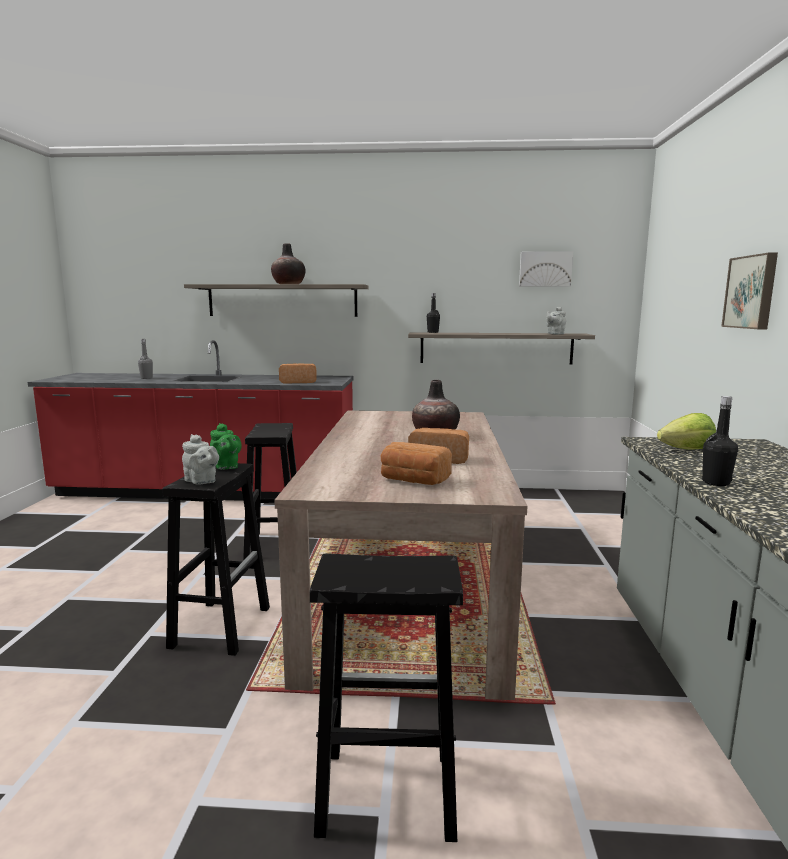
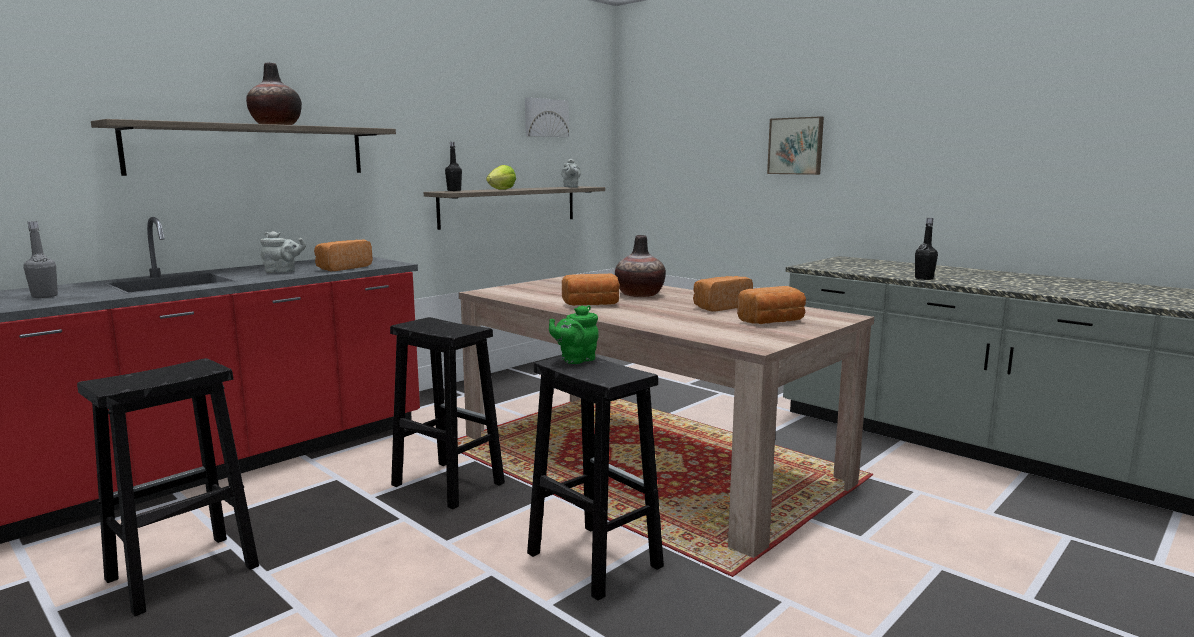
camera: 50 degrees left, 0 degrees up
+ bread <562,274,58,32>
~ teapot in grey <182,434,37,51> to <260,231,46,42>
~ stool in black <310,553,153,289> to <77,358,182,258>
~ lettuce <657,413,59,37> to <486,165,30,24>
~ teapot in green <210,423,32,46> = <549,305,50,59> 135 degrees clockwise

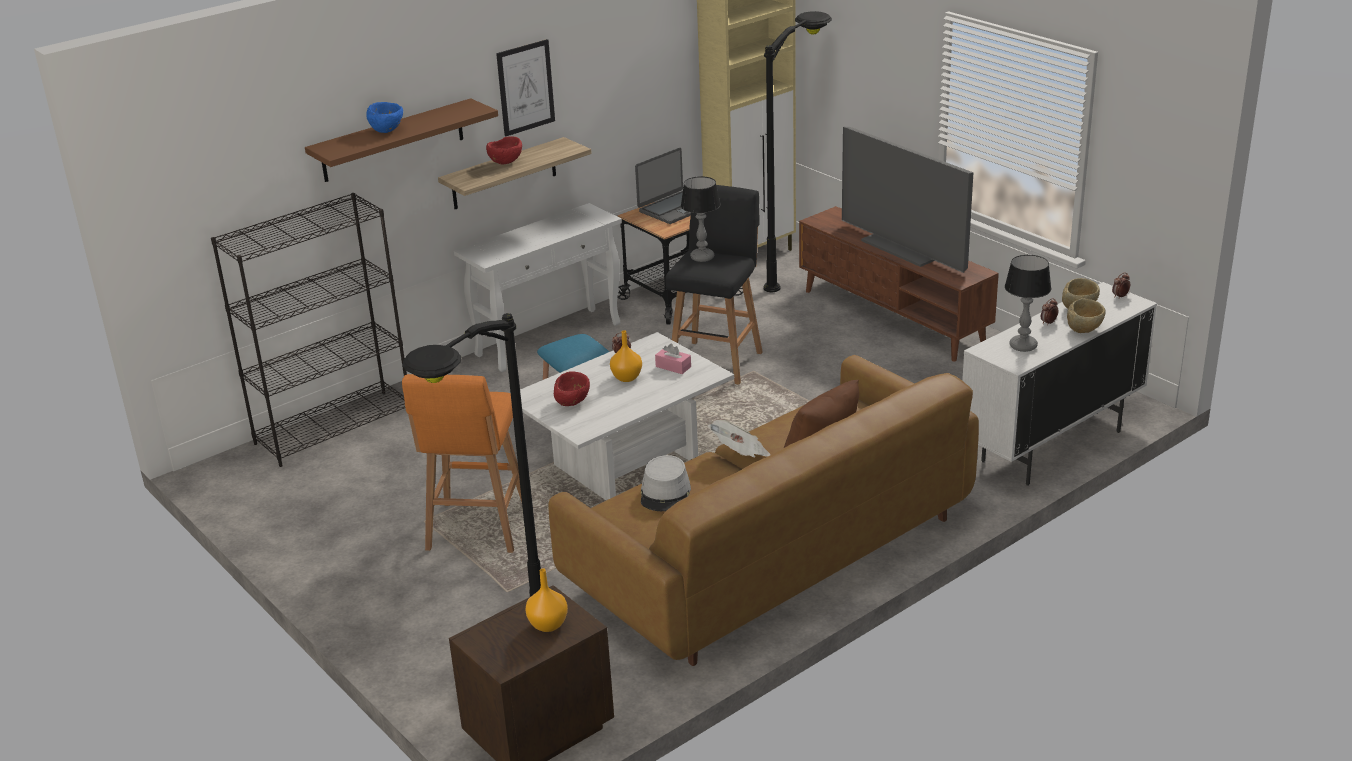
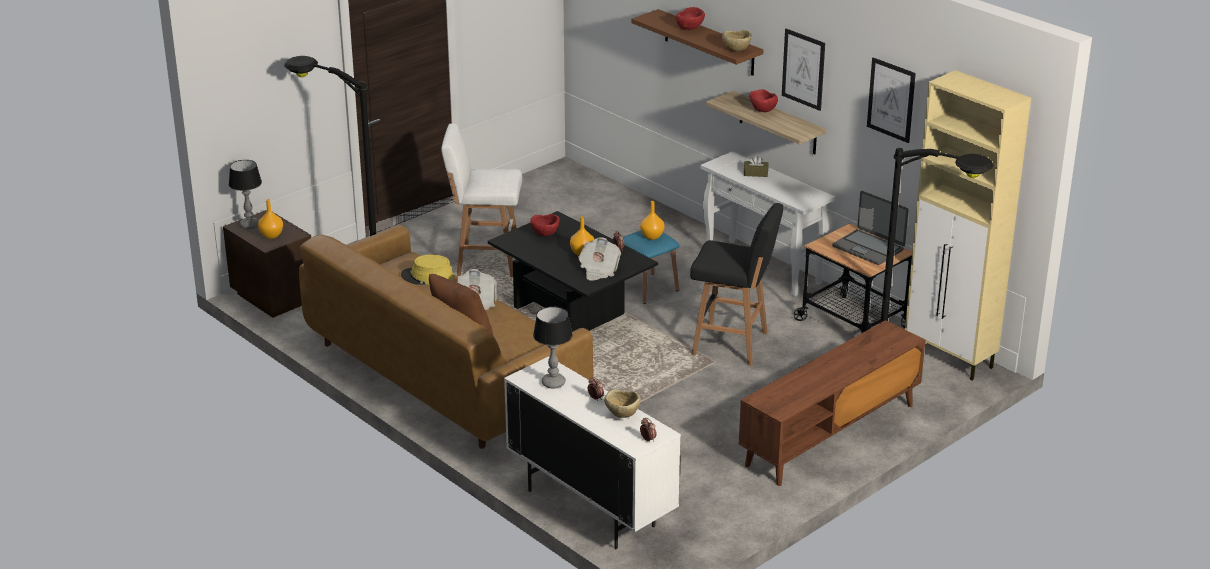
camera: 85 degrees right, 0 degrees up
- bookcase in black <211,193,196,274>
- television <842,127,132,146>
+ vase in orange <640,201,24,39>
+ tissue box in brown <744,156,25,21>
+ picture <867,57,49,86>
~ table lamp <681,176,40,86> to <229,160,33,69>
~ bowl in beige <1067,299,39,34> to <722,30,30,21>
~ tissue box in pink <655,343,36,31> to newspaper <578,237,43,43>
~ bowl in blue <366,102,37,31> to bowl in red <676,7,29,23>
~ stool in orange <402,374,120,179> to stool in white <441,123,81,154>
~ coffee table in white <520,332,214,168> to coffee table in black <488,211,170,121>
~ hat in grey <641,455,50,56> to hat in yellow <401,255,53,30>

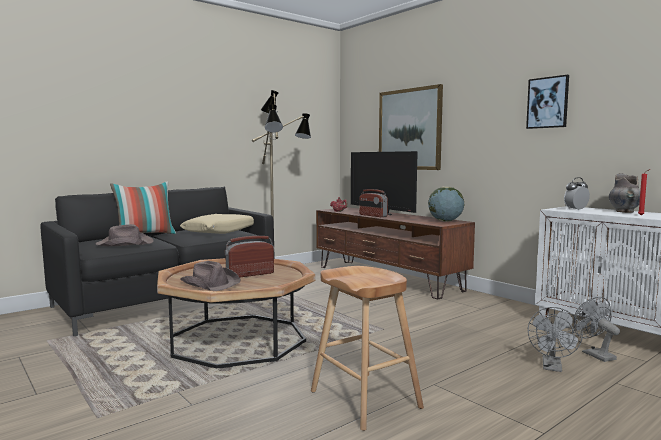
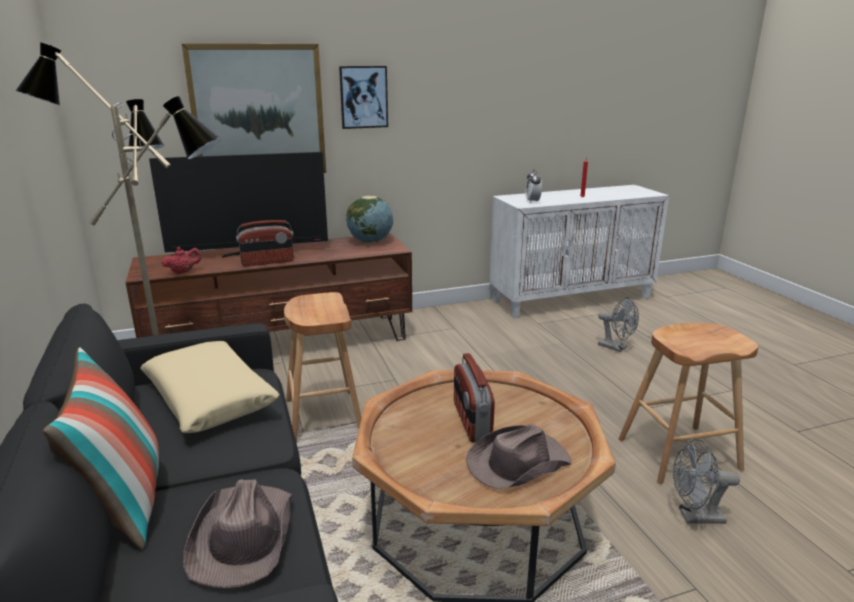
camera: 70 degrees left, 15 degrees up
- vase in grey <609,173,31,40>
+ stool in brown <284,292,78,151>
~ picture <526,75,43,54> to <339,66,49,63>
~ fan in grey <574,297,46,65> to <673,439,67,85>

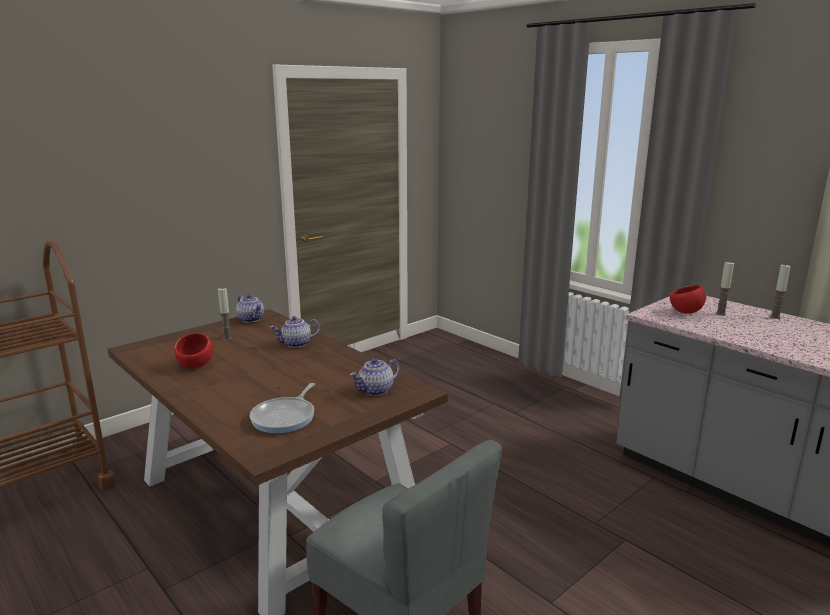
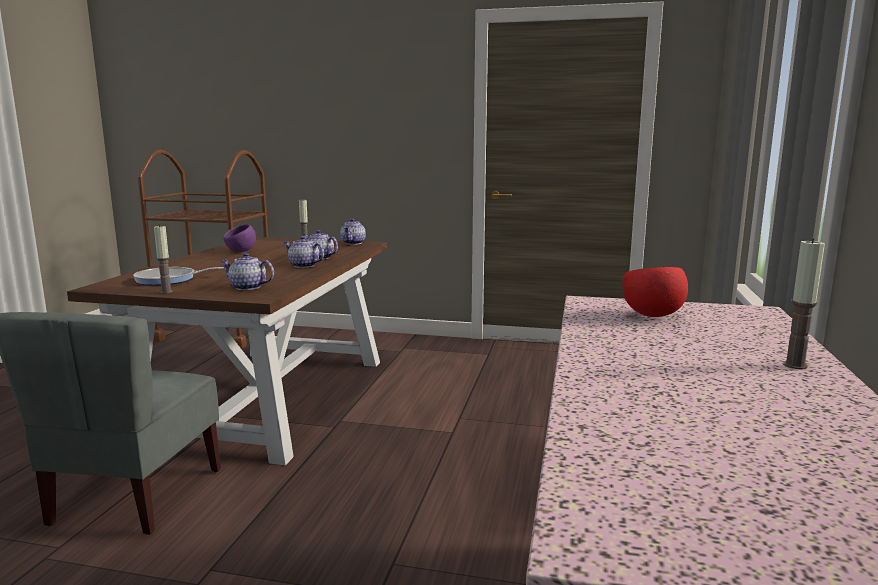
camera: 55 degrees right, 5 degrees down
+ teapot <284,236,40,32>
~ candle <716,261,18,55> to <154,224,19,69>
~ bowl in red <174,333,39,36> to bowl in purple <223,224,33,28>

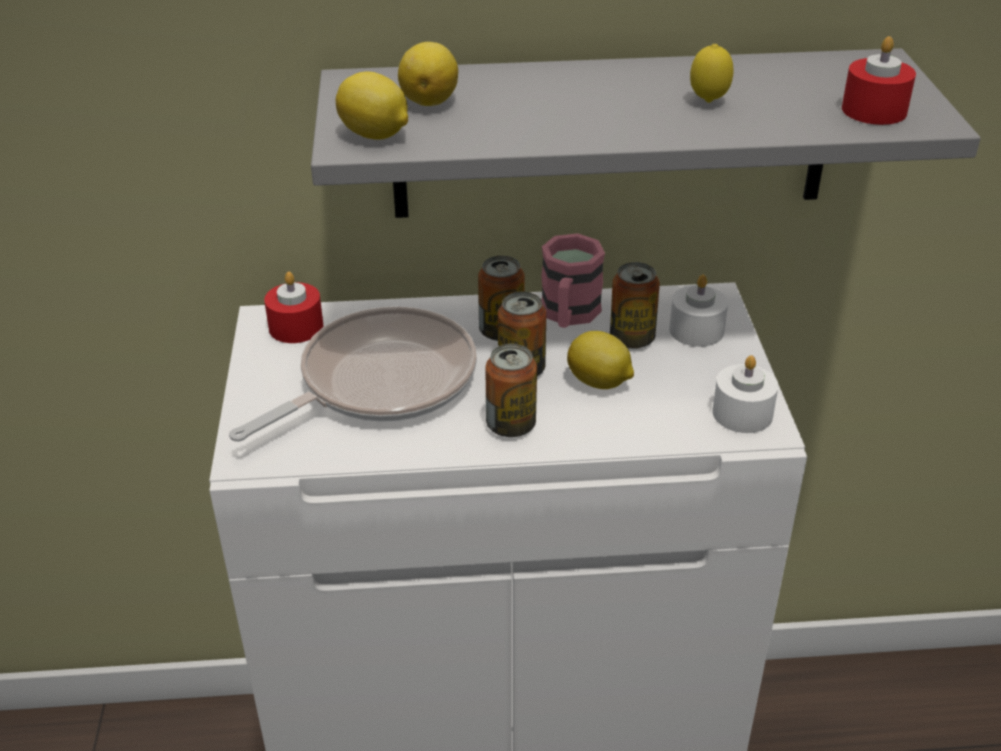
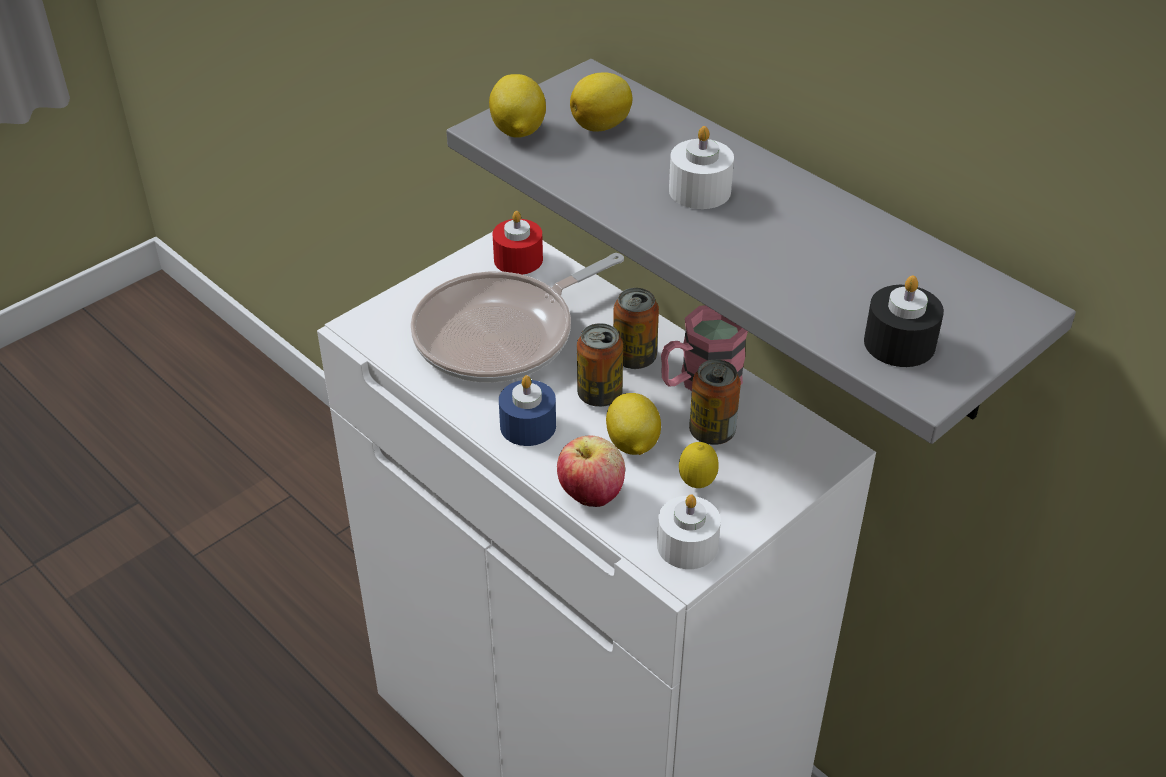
camera: 50 degrees right, 5 degrees up
+ apple <557,435,68,72>
~ candle in white <669,275,59,72> to <669,126,65,83>
~ lemon <690,44,43,59> to <679,442,40,46>
~ can <486,344,51,93> to candle in blue <499,375,57,71>
~ candle in red <842,36,74,89> to candle in black <864,275,80,92>
~ frying pan <229,306,248,136> = <411,253,213,130> 135 degrees clockwise

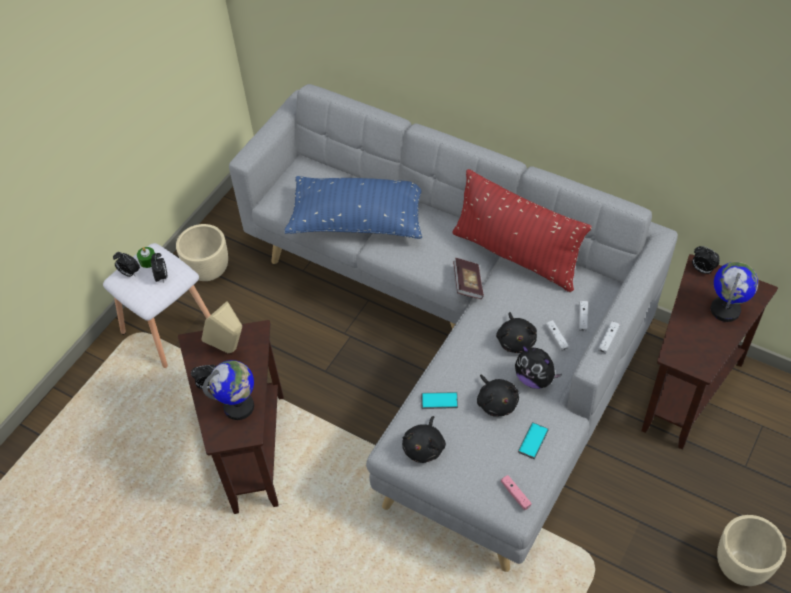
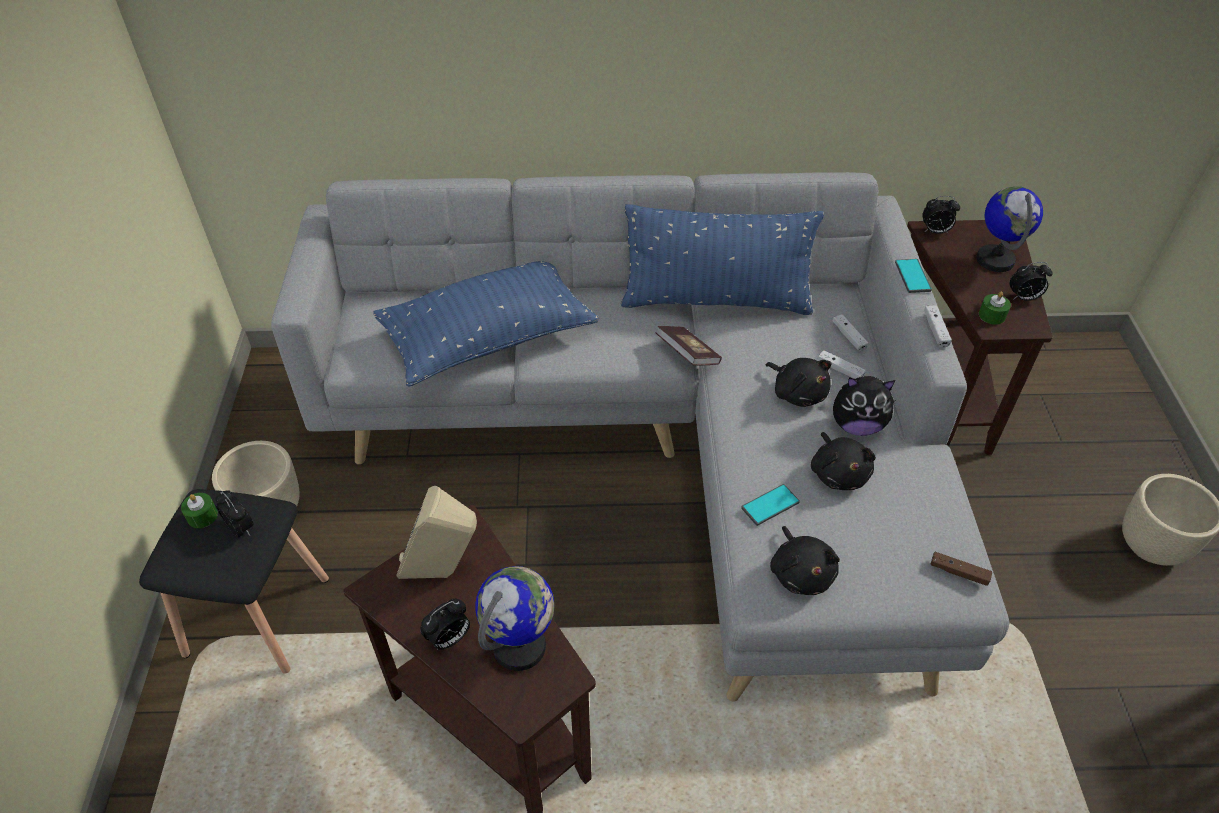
camera: 35 degrees left, 5 degrees down
+ candle in green <979,291,32,34>
~ alarm clock <113,252,27,25> to <1009,262,44,39>
~ phone <518,422,31,37> to <895,259,37,34>
~ stool in white <103,243,108,125> to stool in black <139,489,190,185>
~ pillow in red <452,169,140,123> to pillow in blue <621,204,203,111>
~ game controller in pink <501,475,31,35> to game controller in brown <931,552,61,34>
~ plush toy in black <477,375,42,42> = <811,432,65,58> 45 degrees clockwise

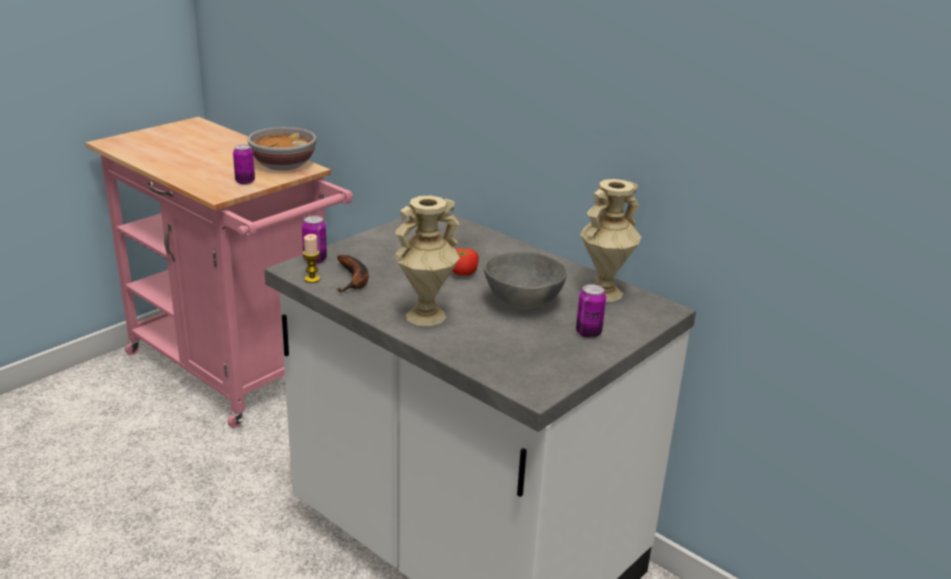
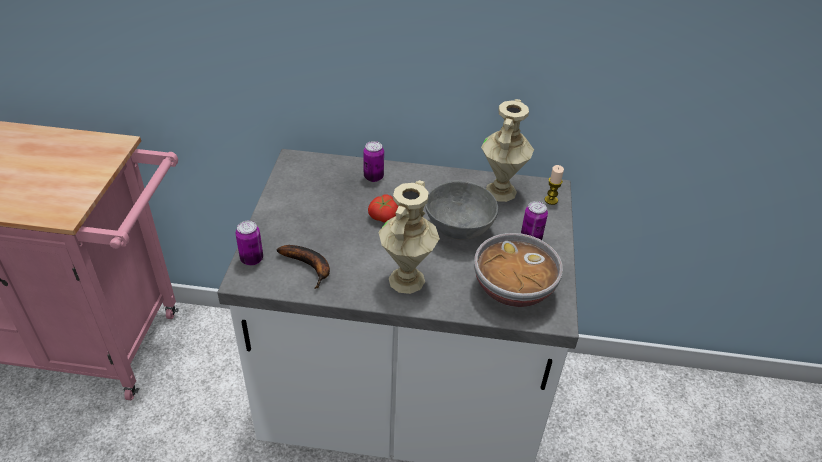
camera: 35 degrees left, 15 degrees up
~ can <233,144,22,41> to <363,141,21,41>
~ bowl <248,127,68,43> to <474,233,89,74>
~ candle <303,234,17,49> to <544,165,20,40>

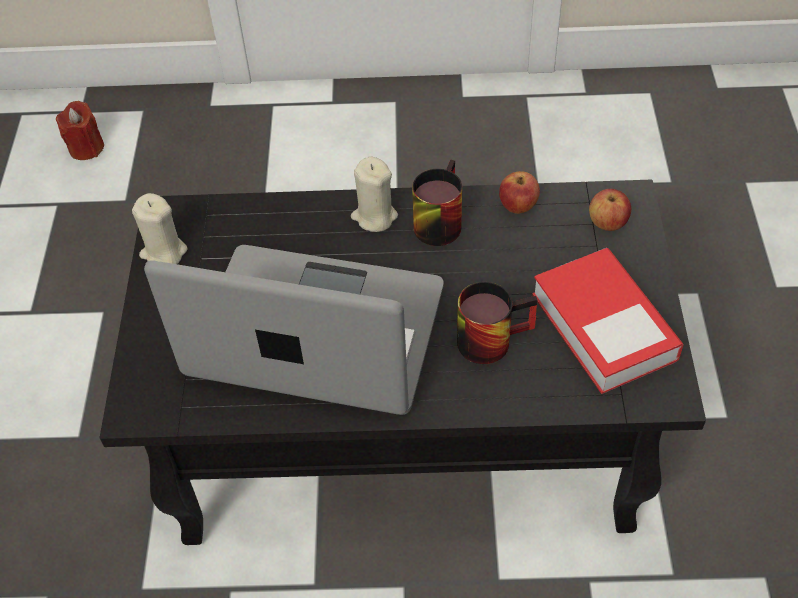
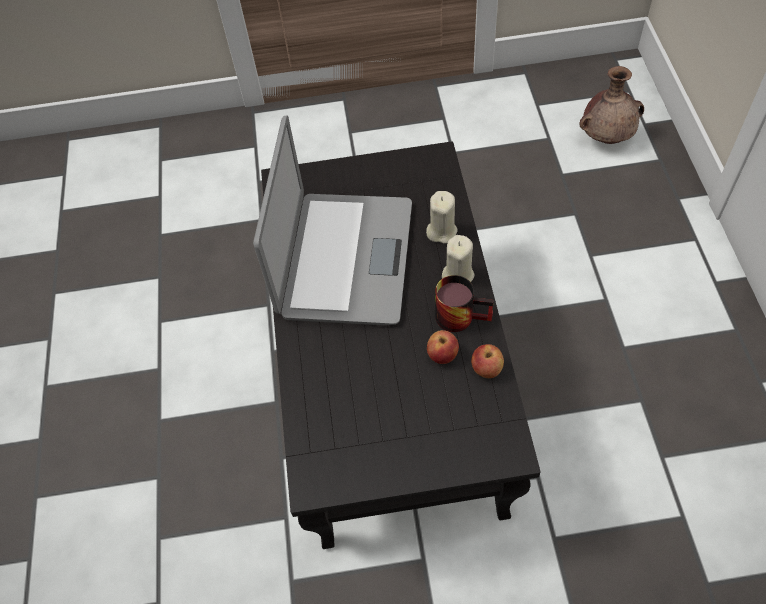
camera: 85 degrees right, 5 degrees up
- mug <457,282,81,82>
- book <532,248,152,146>
~ candle in beige <132,193,56,71> to <426,191,31,53>
~ apple <589,189,42,42> to <427,330,32,34>
~ candle in red <56,101,48,59> to vase in brown <579,66,65,78>

